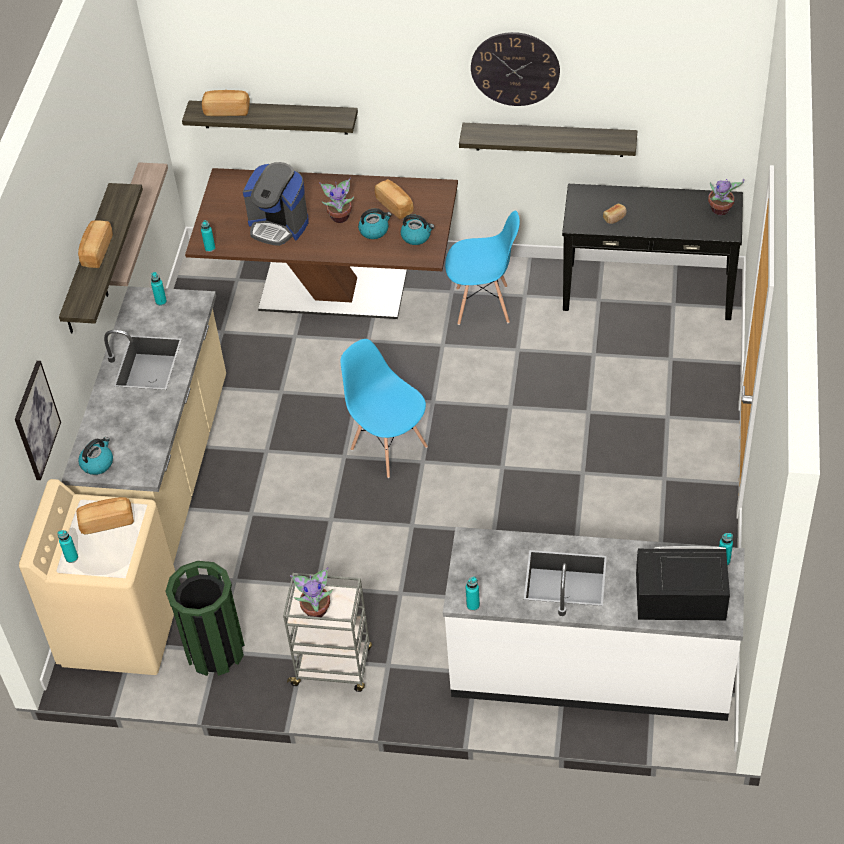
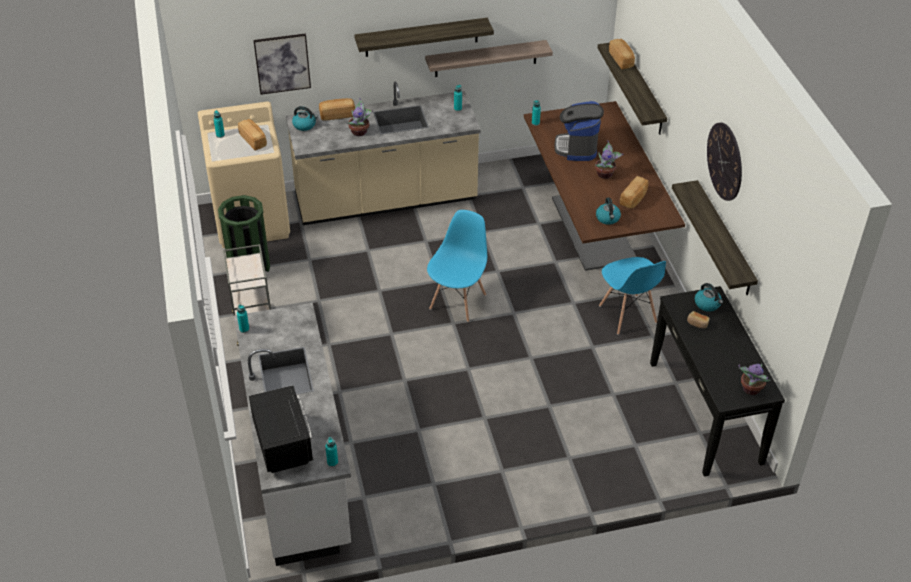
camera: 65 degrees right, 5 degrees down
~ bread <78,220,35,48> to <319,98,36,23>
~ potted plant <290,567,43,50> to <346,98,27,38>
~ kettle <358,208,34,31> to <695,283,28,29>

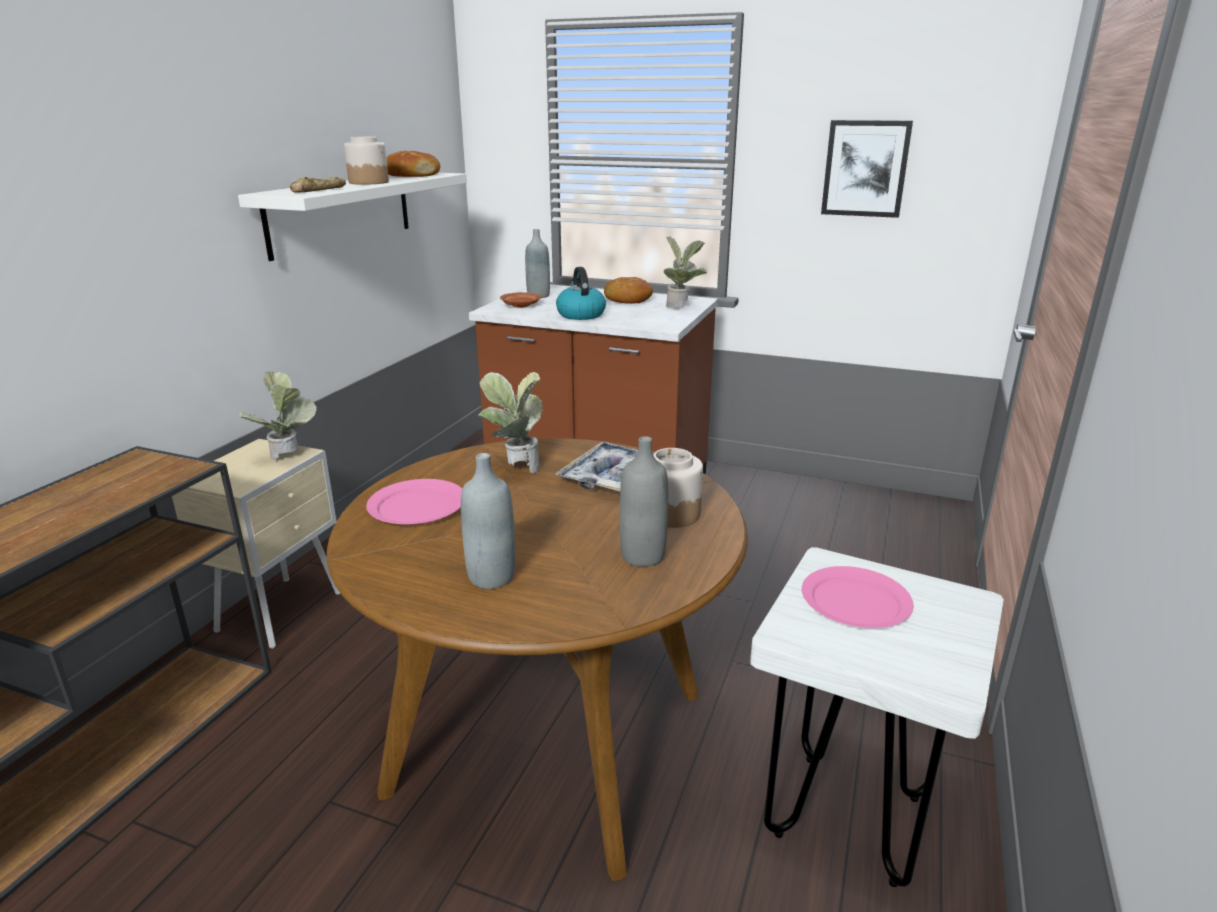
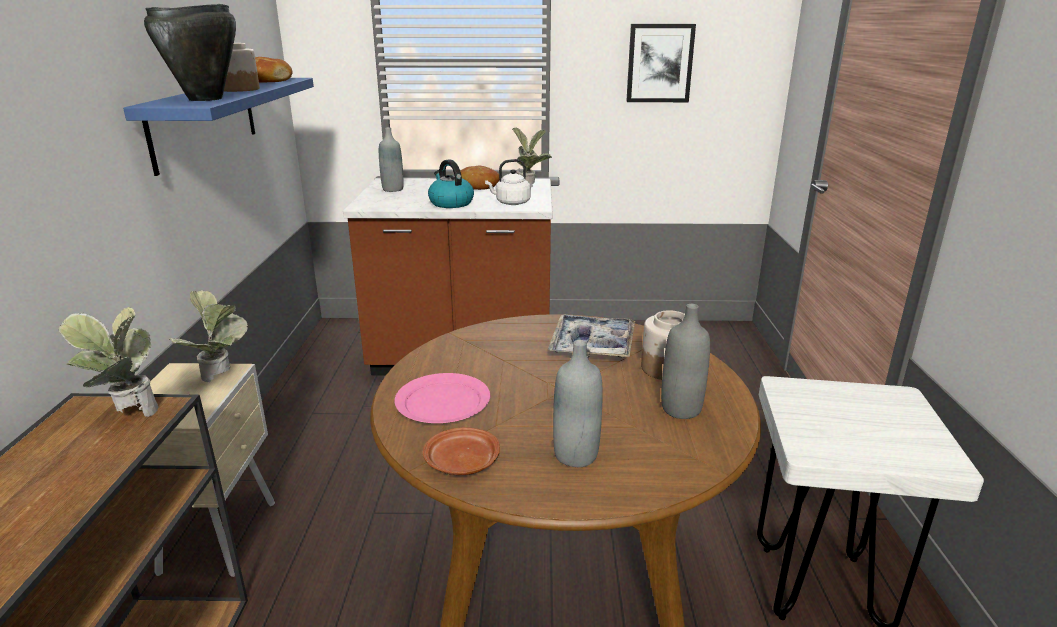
camera: 20 degrees left, 0 degrees up
- plate in pink <802,566,112,62>
+ kettle in white <485,159,46,46>
~ potted plant <478,372,65,101> to <58,307,100,110>
~ plate in brown <500,292,41,16> to <423,427,77,48>
~ bread <290,177,56,16> to cooking pot in black <144,4,92,97>
~ shelf in white <238,173,229,88> to shelf in blue <123,78,191,98>

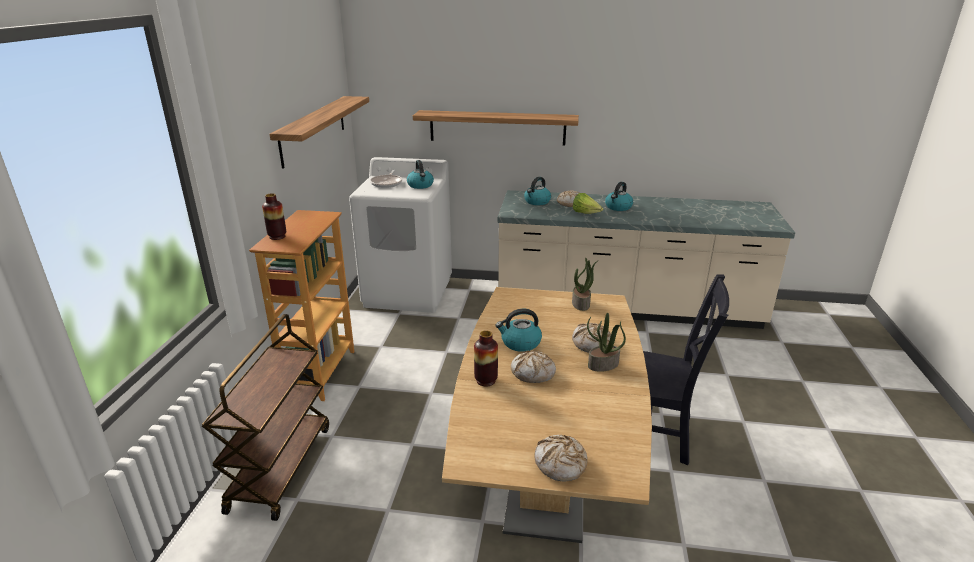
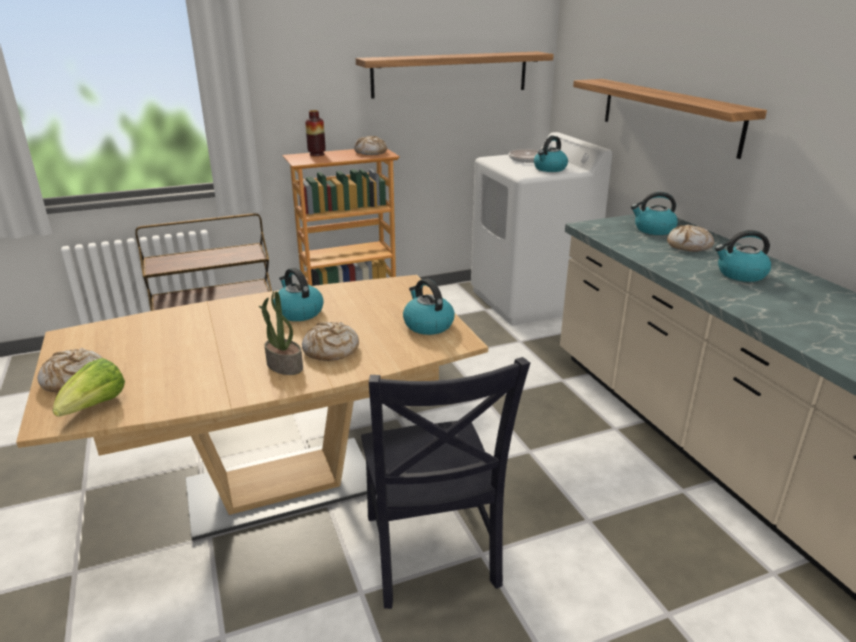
camera: 60 degrees right, 0 degrees up
- vase <474,330,24,57>
~ bread <510,351,46,32> to <354,136,33,19>
~ lettuce <573,193,30,21> to <52,358,73,59>
~ potted plant <572,258,26,53> to kettle <403,279,52,56>

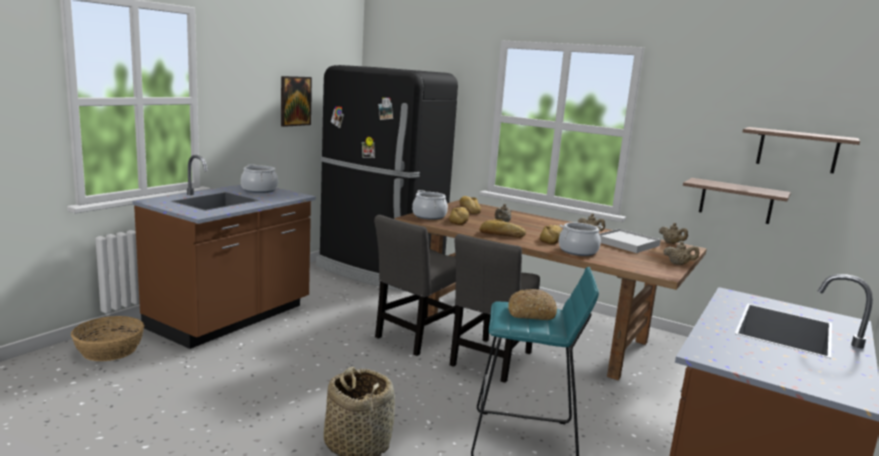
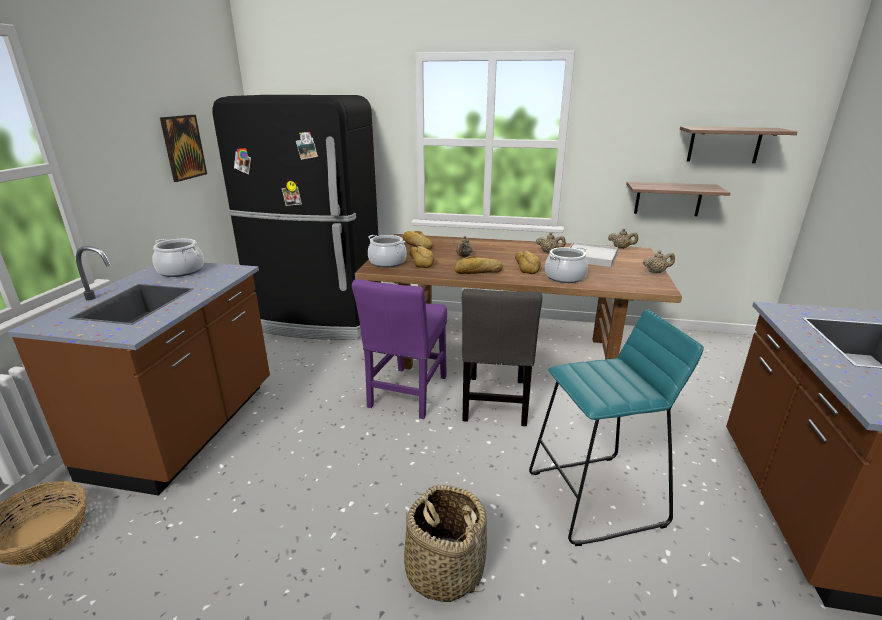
camera: 20 degrees left, 10 degrees up
- bread <508,289,49,31>
~ chair in grey <374,215,88,141> to chair in purple <352,279,95,140>

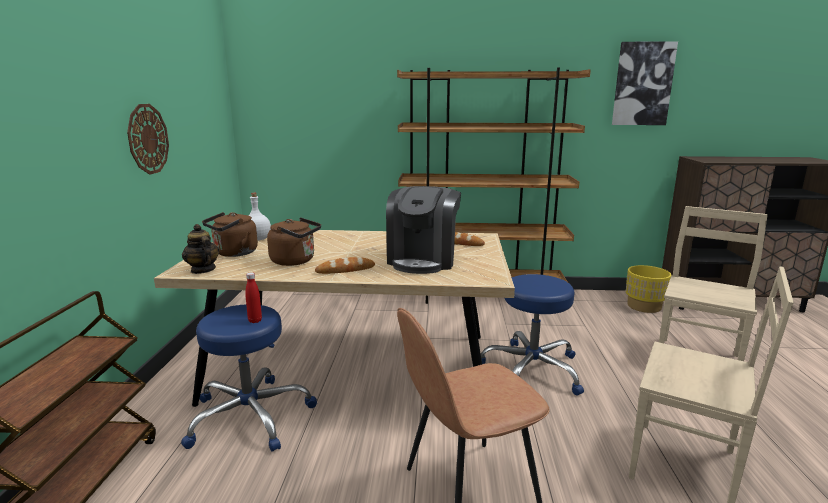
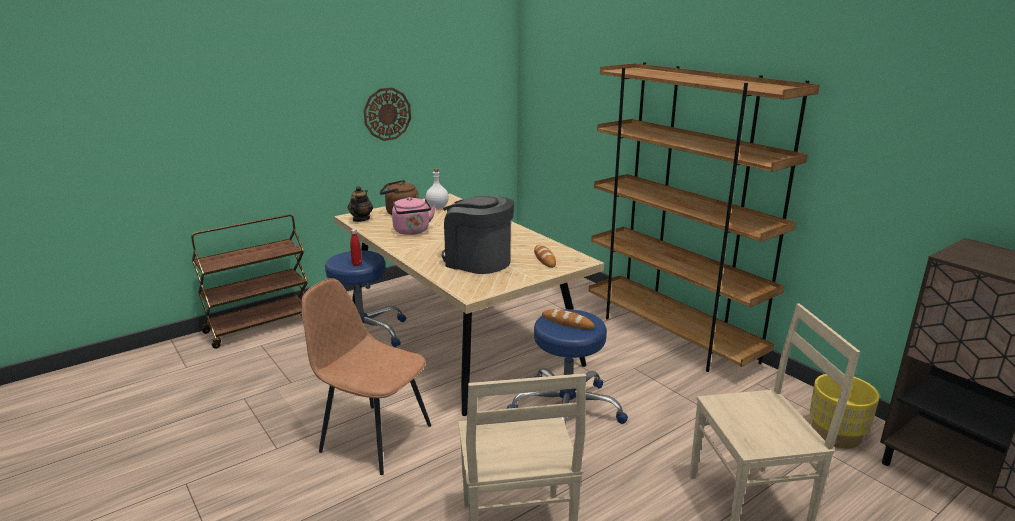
camera: 50 degrees right, 5 degrees up
- picture <612,41,66,84>
~ bread <315,257,60,17> to <542,309,53,20>
~ kettle in brown <267,217,54,49> to kettle in pink <392,197,44,38>
~ coffee machine <386,186,75,88> = <442,196,72,78> 60 degrees clockwise

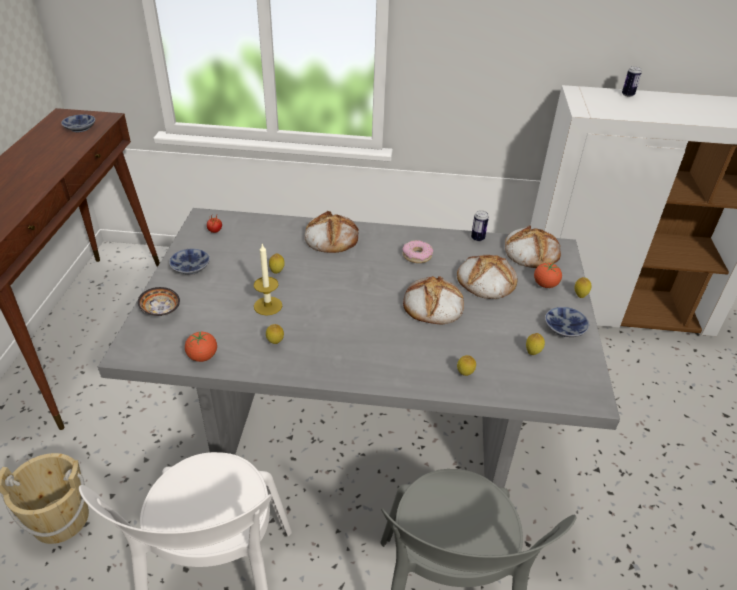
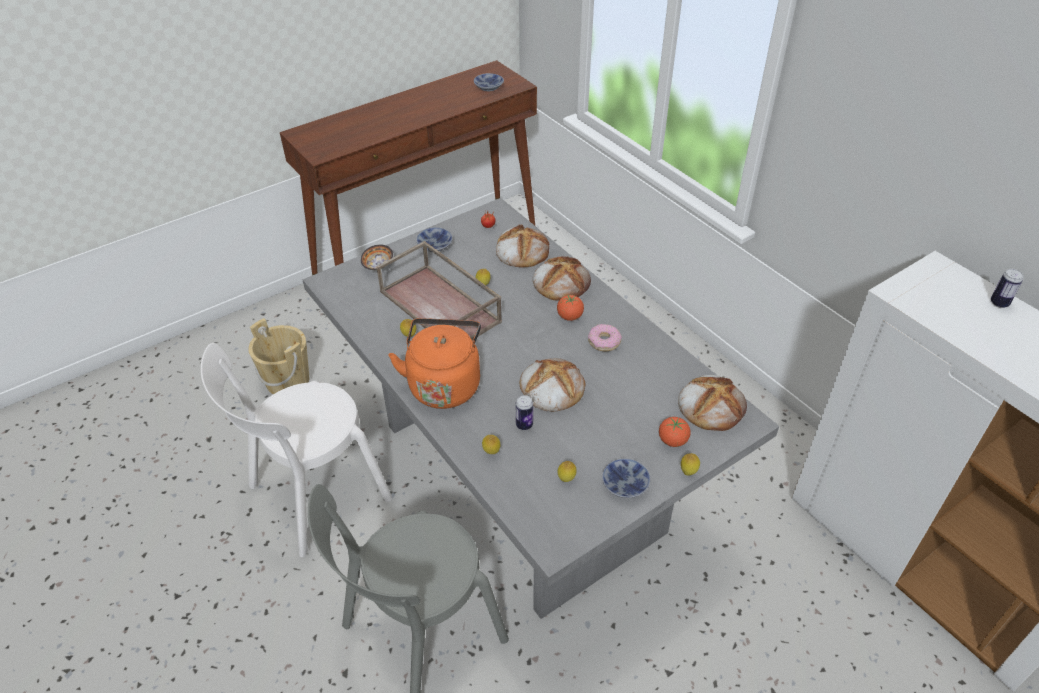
camera: 50 degrees right, 5 degrees up
+ kettle in orange <388,318,93,91>
~ tomato <185,332,32,30> to <557,295,27,26>
~ bread <457,255,60,44> to <496,225,53,43>
~ can <471,210,18,32> to <516,395,17,35>
~ candle <254,244,28,72> to tray in brown <376,241,126,99>

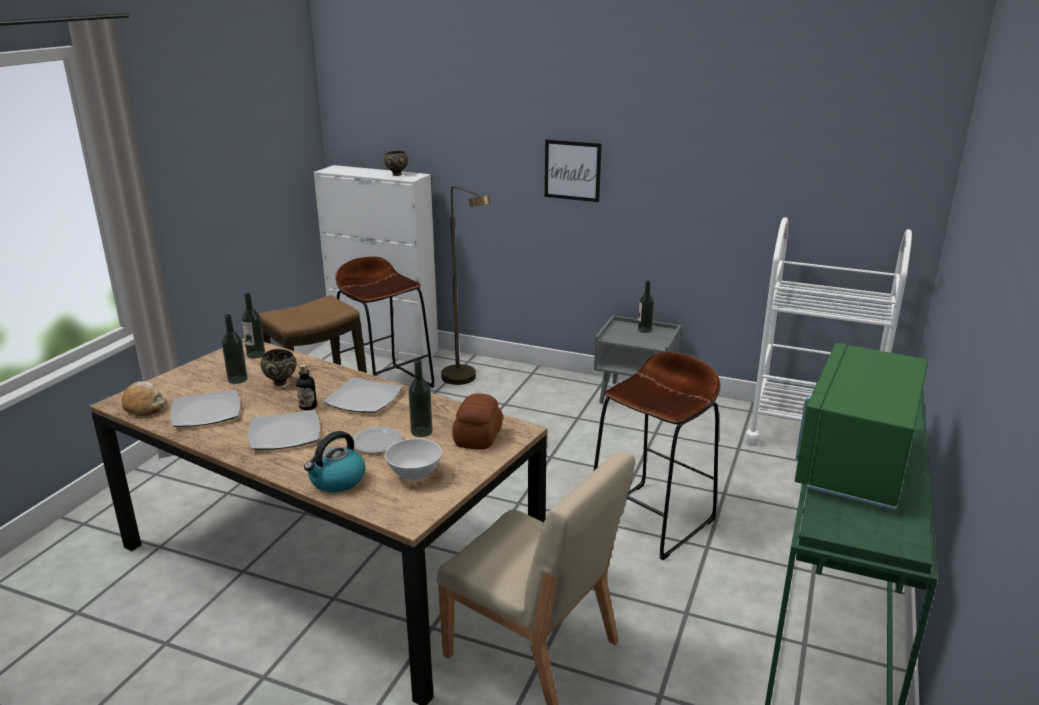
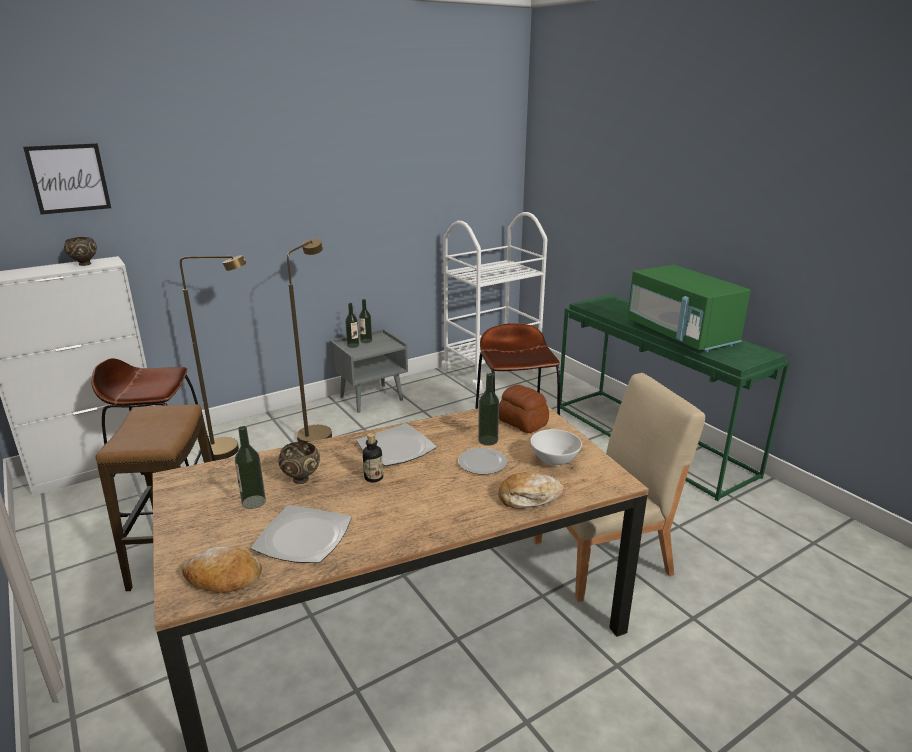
camera: 55 degrees left, 0 degrees up
- plate <248,410,72,40>
+ floor lamp in brown <287,239,45,203>
~ bottle <241,292,24,67> to <345,303,14,45>
~ picture <545,140,57,62> to <23,143,88,72>
~ kettle <304,431,61,61> to bread <498,472,66,37>

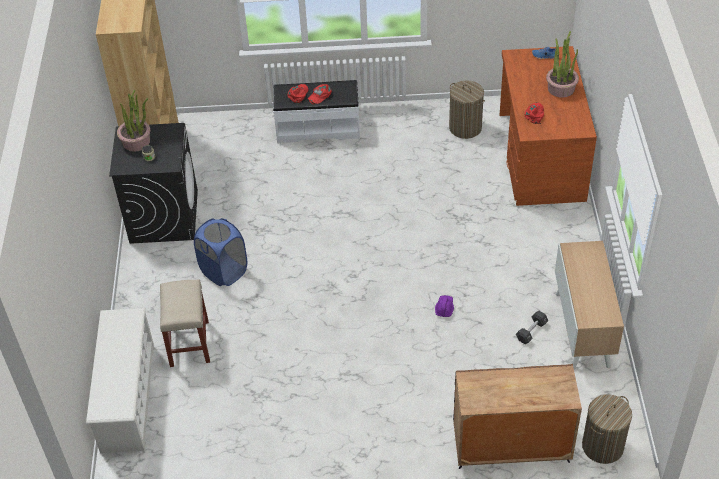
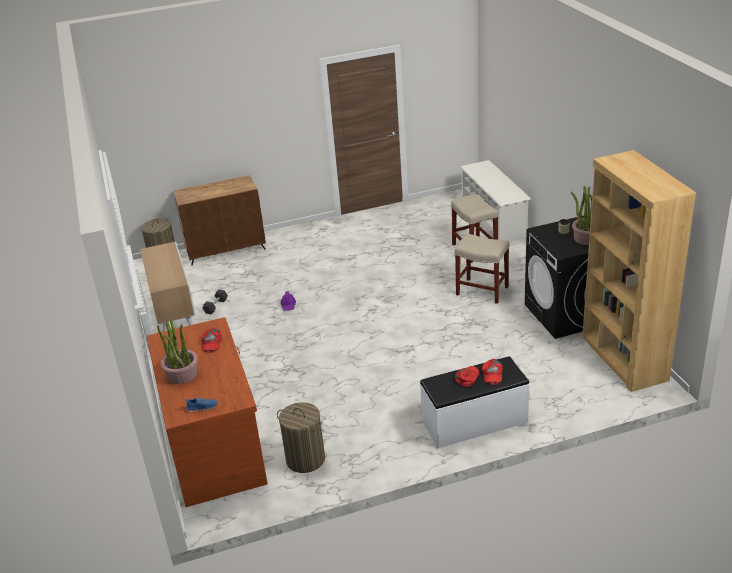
camera: 165 degrees right, 15 degrees down
~ laundry basket in blue <194,218,53,68> to stool in beige <454,233,55,71>

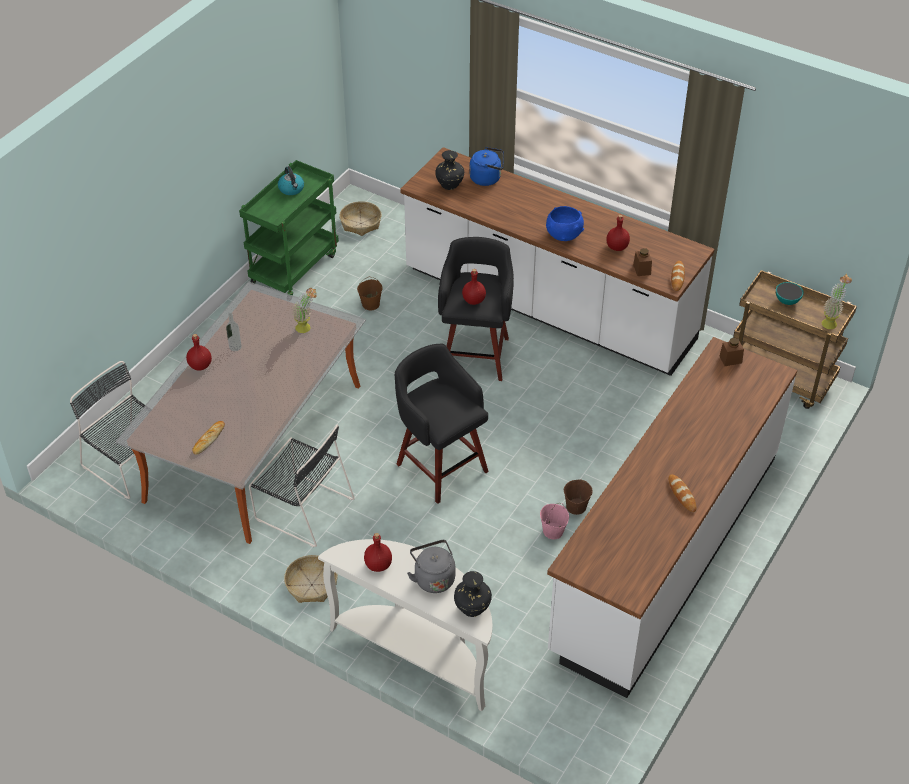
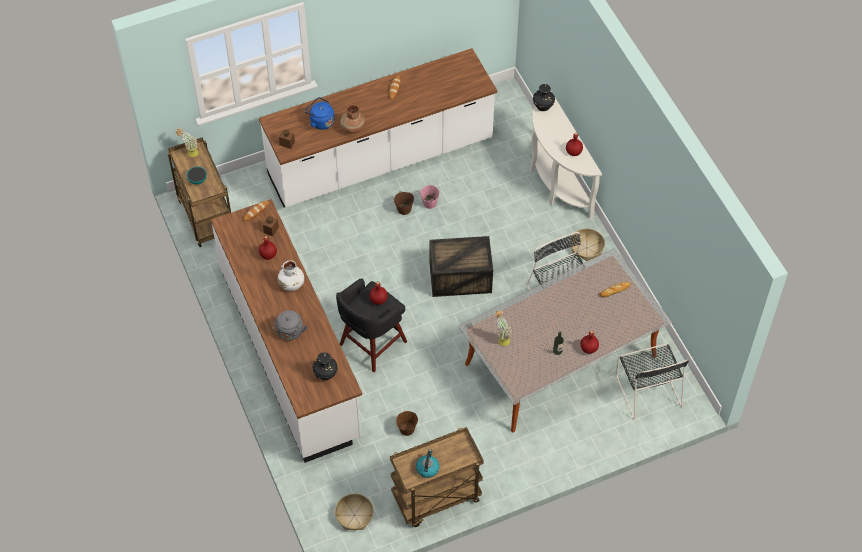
camera: 145 degrees left, 10 degrees up
+ vase in brown <340,104,25,30>
~ kettle in grey <407,540,48,53> to <273,310,35,30>
~ kettle in blue <469,147,35,39> to <304,97,30,33>
~ stool in black <395,344,94,160> to crate <429,236,64,61>
~ bowl in blue <546,206,38,35> to vase in white <278,260,26,31>
~ cart in green <239,160,100,135> to cart in brown <390,427,94,100>

